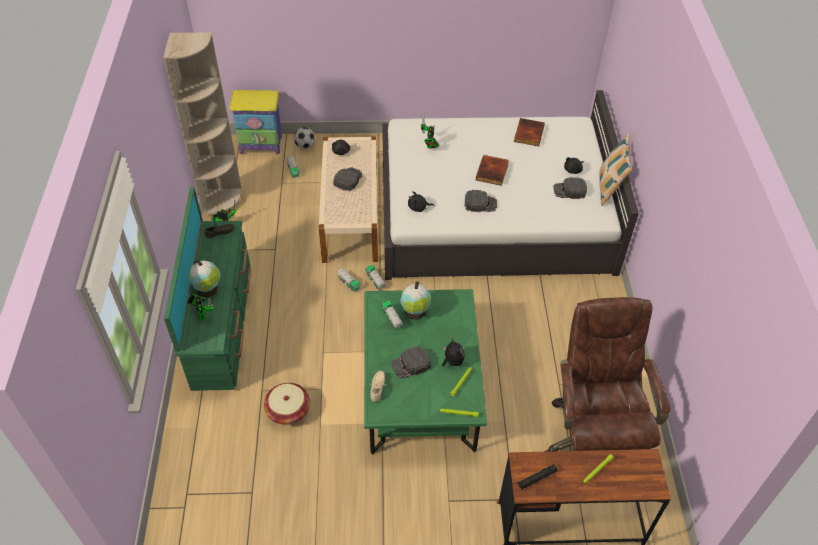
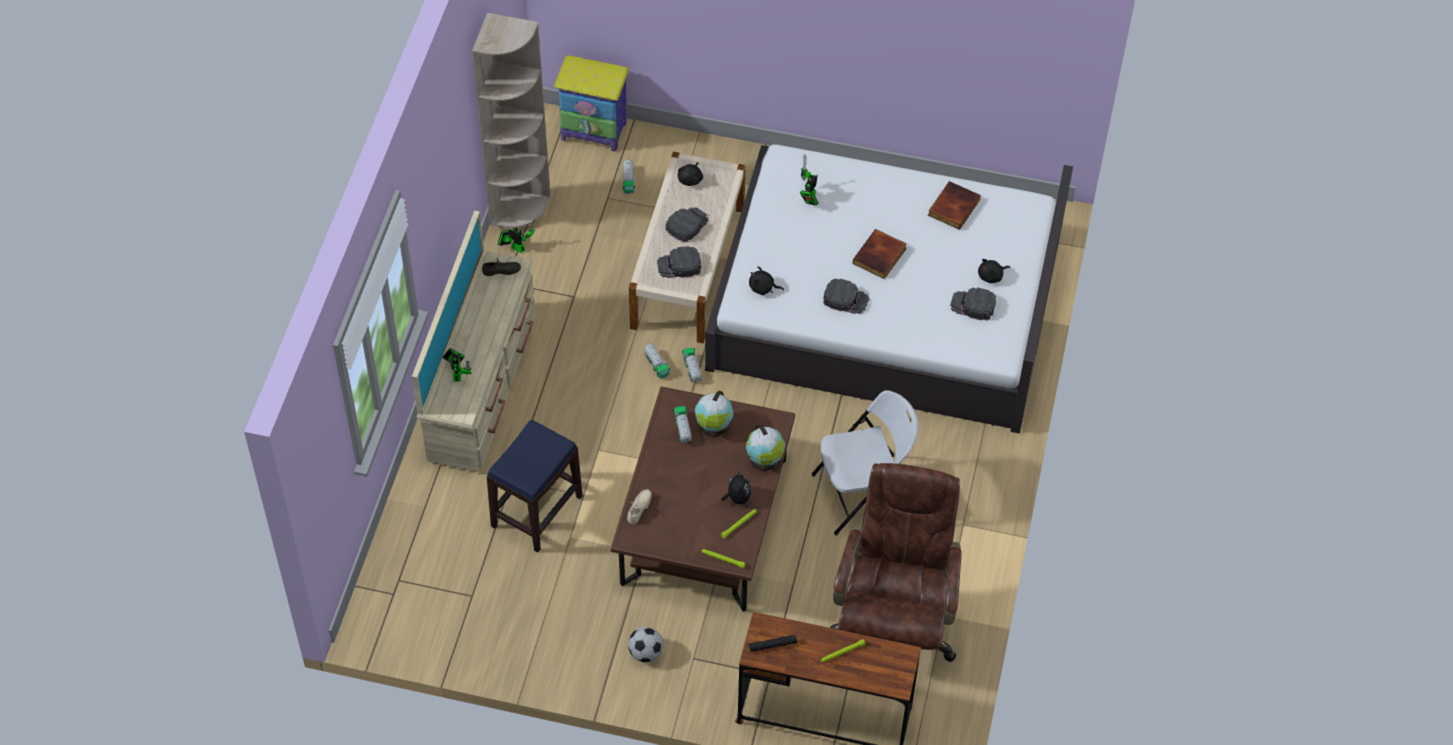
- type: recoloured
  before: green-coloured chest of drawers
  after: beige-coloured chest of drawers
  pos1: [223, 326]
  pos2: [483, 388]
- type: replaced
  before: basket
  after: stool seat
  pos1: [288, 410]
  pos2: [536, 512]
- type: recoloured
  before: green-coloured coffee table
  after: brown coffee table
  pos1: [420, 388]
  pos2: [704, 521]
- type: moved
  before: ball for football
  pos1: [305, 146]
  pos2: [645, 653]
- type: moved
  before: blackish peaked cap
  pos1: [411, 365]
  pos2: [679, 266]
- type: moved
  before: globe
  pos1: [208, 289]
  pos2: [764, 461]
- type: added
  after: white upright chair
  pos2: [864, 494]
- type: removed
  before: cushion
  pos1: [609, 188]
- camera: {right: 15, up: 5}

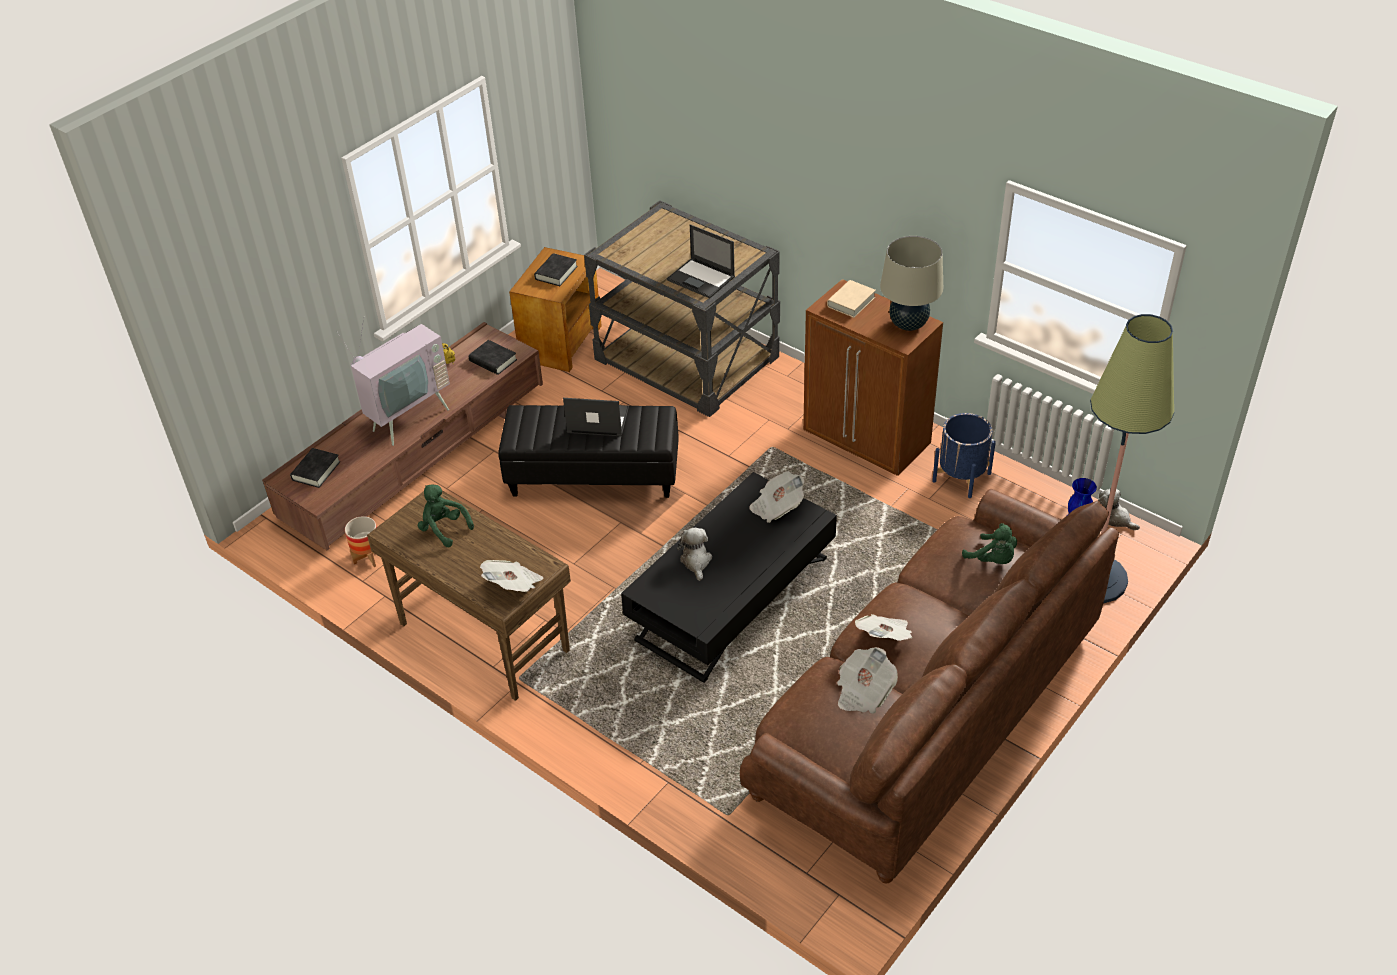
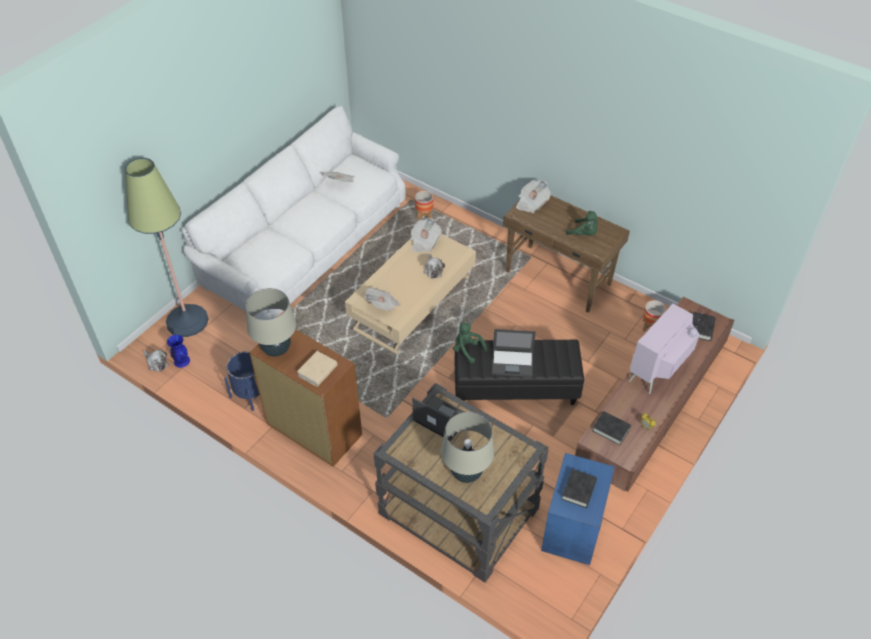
- type: recoloured
  before: brown settee
  after: white settee
  pos1: [927, 710]
  pos2: [305, 246]
- type: recoloured
  before: blackish coffee table
  after: beige-coloured coffee table
  pos1: [731, 599]
  pos2: [413, 303]
- type: moved
  before: daily paper
  pos1: [885, 637]
  pos2: [424, 242]
- type: added
  after: flower pot
  pos2: [424, 215]
- type: added
  after: beige-coloured table lamp
  pos2: [466, 473]
- type: moved
  before: green-coloured cuddly toy
  pos1: [992, 559]
  pos2: [467, 350]
- type: recoloured
  before: brown accent table
  after: blue accent table
  pos1: [560, 343]
  pos2: [573, 527]
- camera: {right: 175, up: 5}

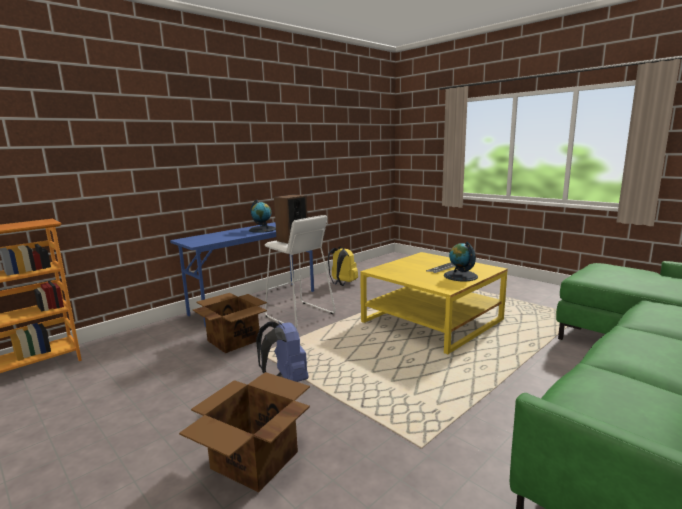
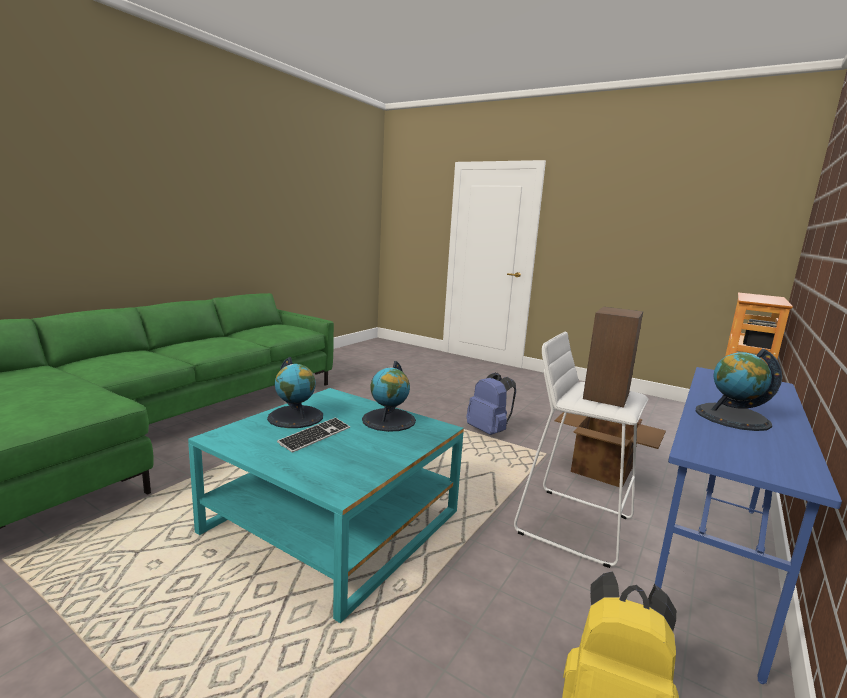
- type: recoloured
  before: yellowish coffee table
  after: turquoise-coloured coffee table
  pos1: [432, 321]
  pos2: [333, 522]
- type: added
  after: globe
  pos2: [389, 420]
- type: removed
  before: packing box
  pos1: [253, 460]
- camera: {right: 165, up: 0}

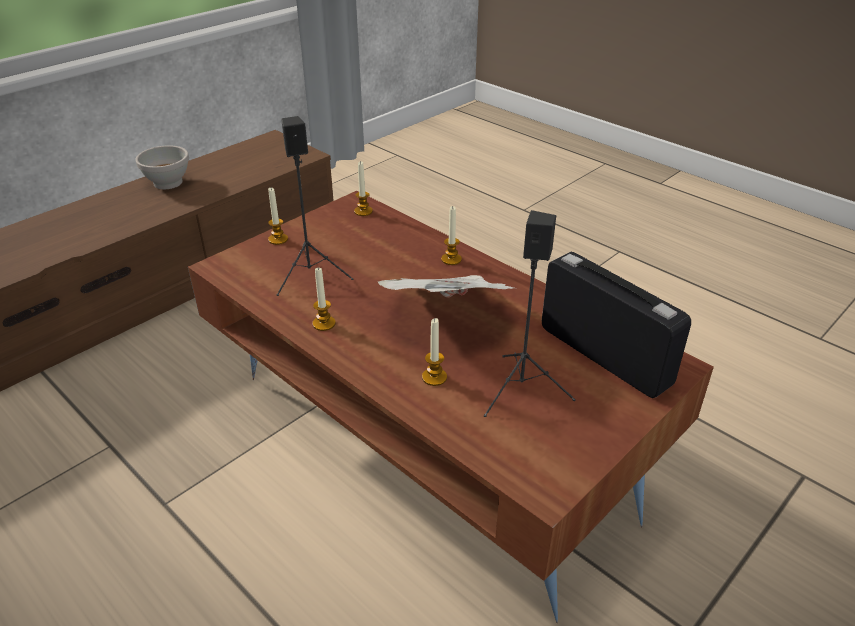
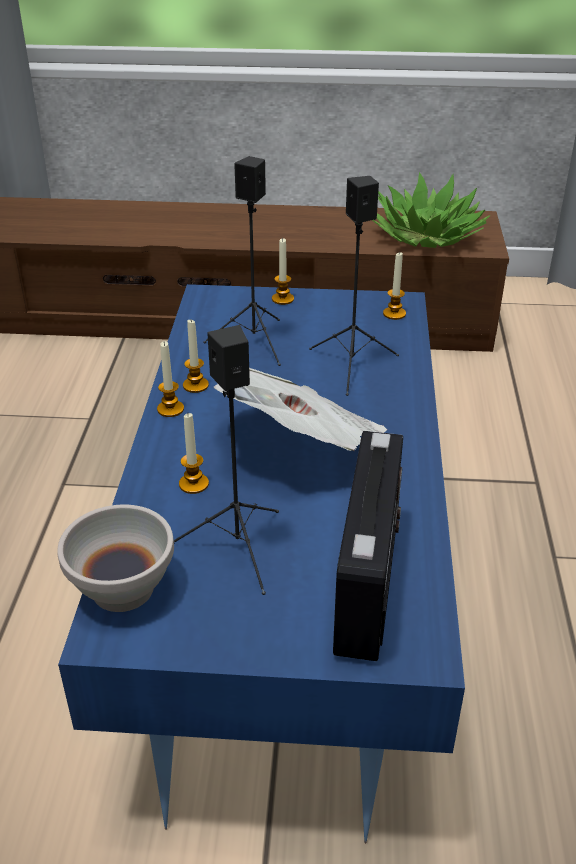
- type: moved
  before: white deep dish
  pos1: [168, 182]
  pos2: [125, 588]
- type: recoloured
  before: brown coffee table
  after: blue coffee table
  pos1: [425, 446]
  pos2: [285, 593]
- type: moved
  before: wax light
  pos1: [451, 259]
  pos2: [170, 409]
- type: added
  after: blackish loudspeaker
  pos2: [352, 366]
- type: added
  after: houseplant
  pos2: [426, 235]
- camera: {right: 50, up: 0}

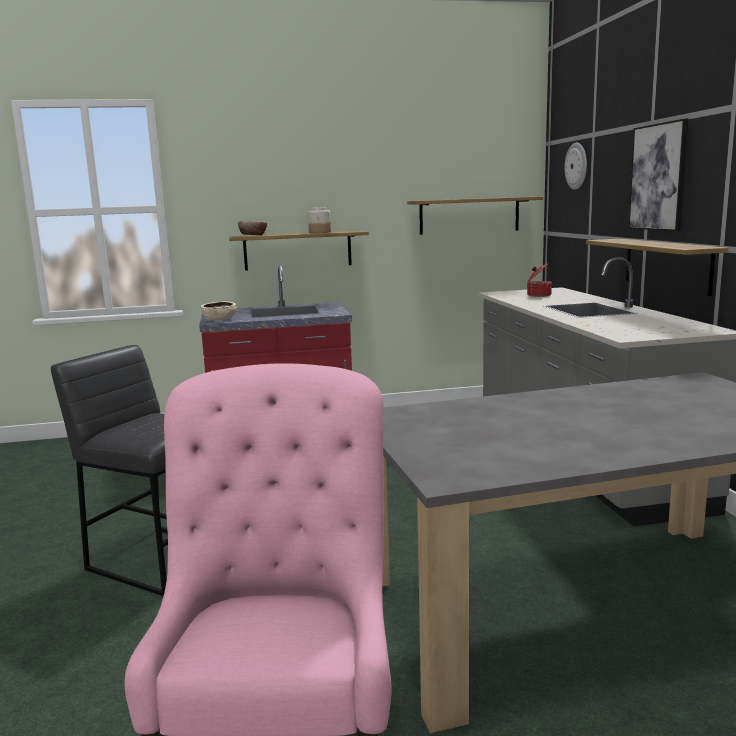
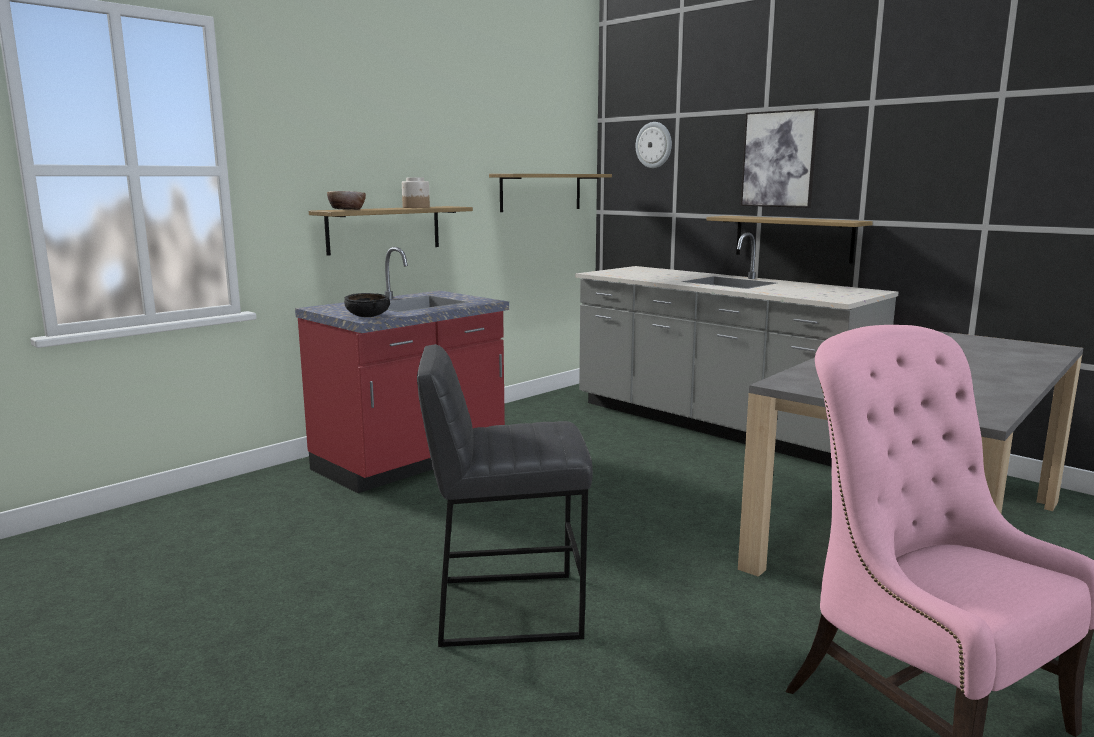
- type: recoloured
  before: beige-coloured deep dish
  after: blackish deep dish
  pos1: [219, 319]
  pos2: [367, 316]
- type: removed
  before: cooking pot
  pos1: [538, 295]
- camera: {right: -35, up: 0}

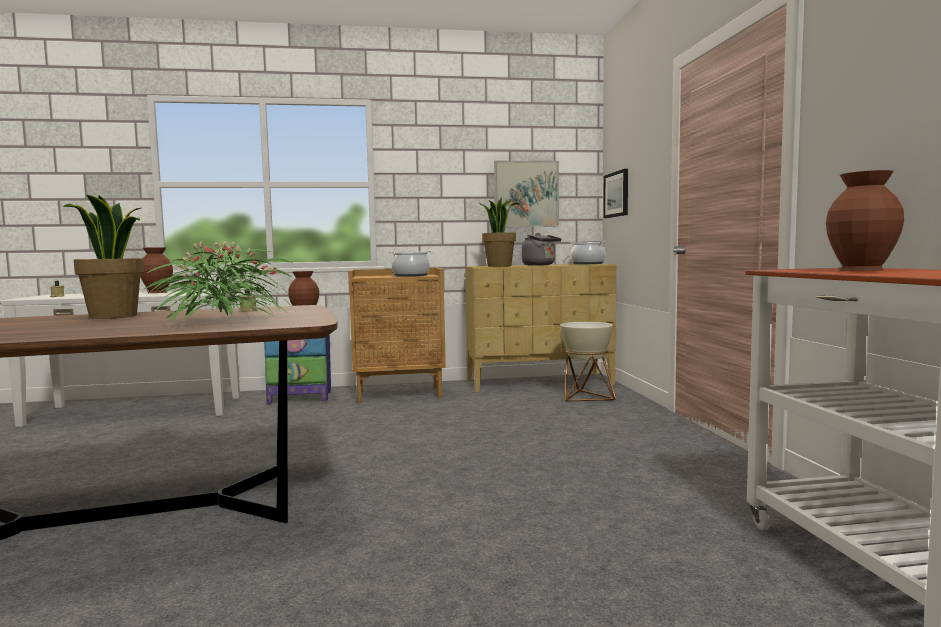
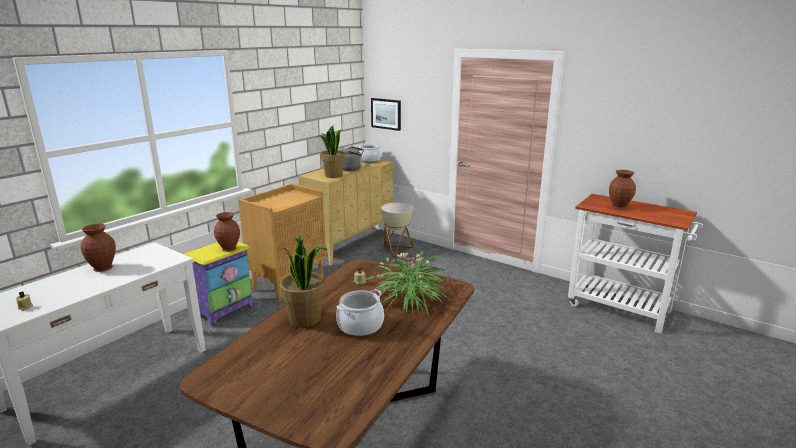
- type: moved
  before: cooking pot
  pos1: [411, 275]
  pos2: [360, 326]
- type: removed
  before: picture
  pos1: [526, 194]
- camera: {right: -45, up: 15}

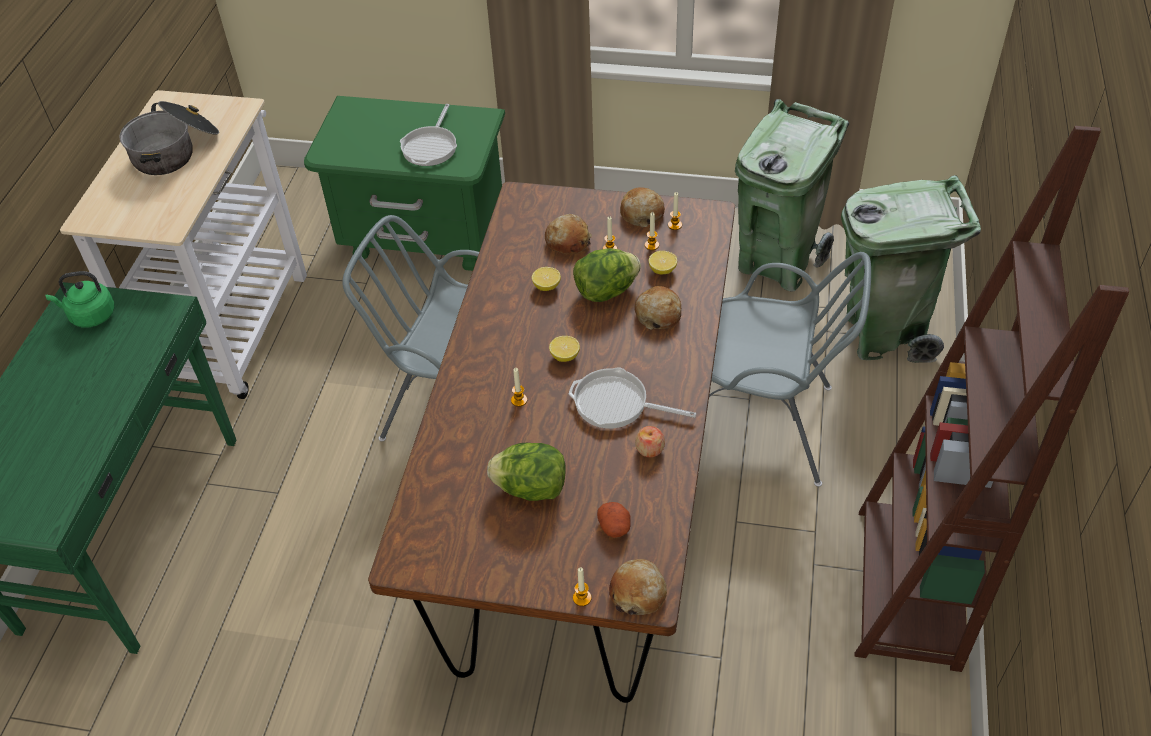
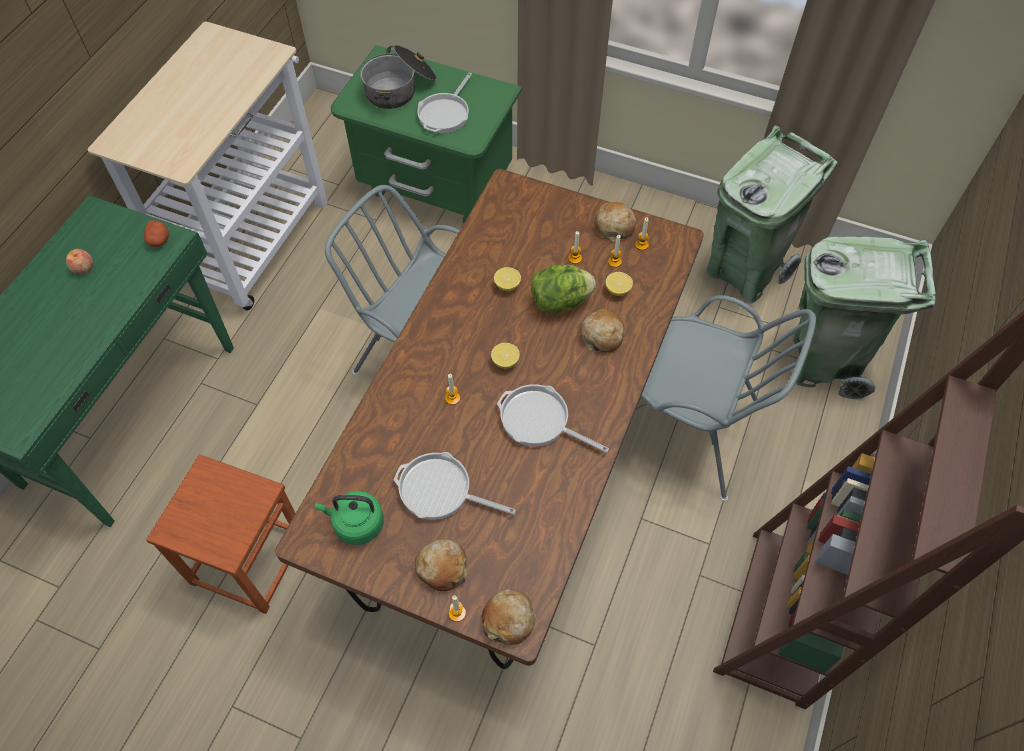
- type: moved
  before: whole apple
  pos1: [649, 449]
  pos2: [83, 268]
- type: moved
  before: whole potato
  pos1: [615, 527]
  pos2: [159, 240]
- type: added
  after: brown stool seat
  pos2: [248, 558]
- type: moved
  before: green-coloured water kettle
  pos1: [90, 316]
  pos2: [356, 524]
- type: moved
  before: cooking pot
  pos1: [175, 151]
  pos2: [400, 88]
- type: replaced
  before: lettuce
  after: pan
  pos1: [531, 488]
  pos2: [440, 491]
- type: moved
  before: bread
  pos1: [568, 241]
  pos2: [442, 567]
- camera: {right: 10, up: 10}

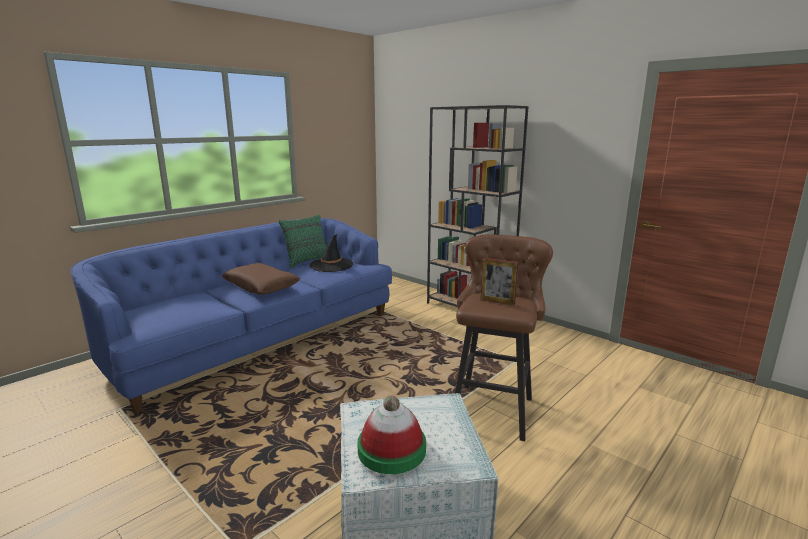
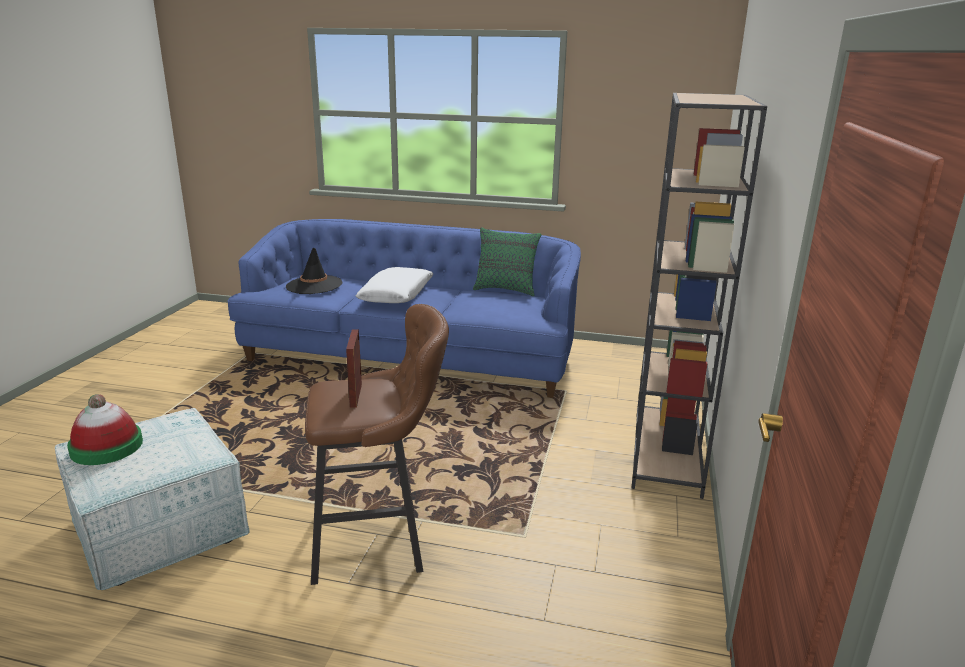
- type: moved
  before: blackish clothing hat
  pos1: [331, 265]
  pos2: [314, 285]
- type: recoloured
  before: brown cushion
  after: white cushion
  pos1: [261, 286]
  pos2: [397, 294]
- camera: {right: 60, up: 5}

